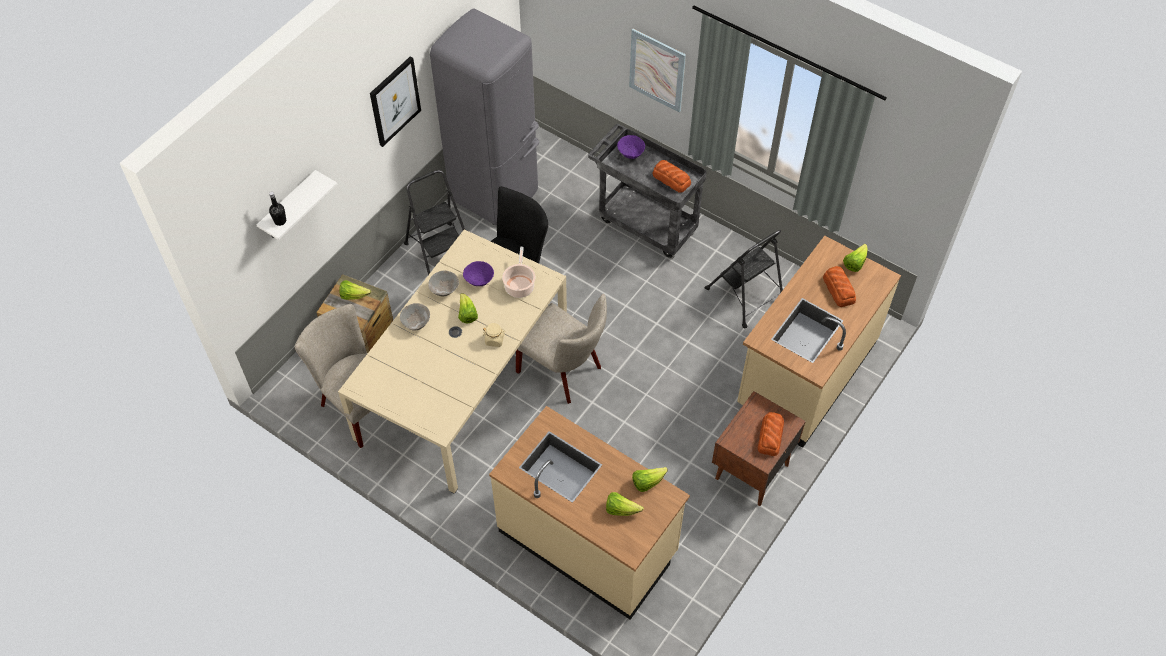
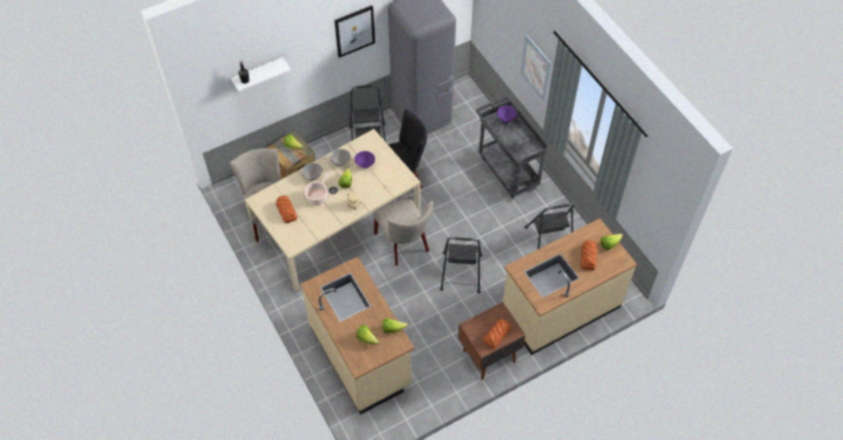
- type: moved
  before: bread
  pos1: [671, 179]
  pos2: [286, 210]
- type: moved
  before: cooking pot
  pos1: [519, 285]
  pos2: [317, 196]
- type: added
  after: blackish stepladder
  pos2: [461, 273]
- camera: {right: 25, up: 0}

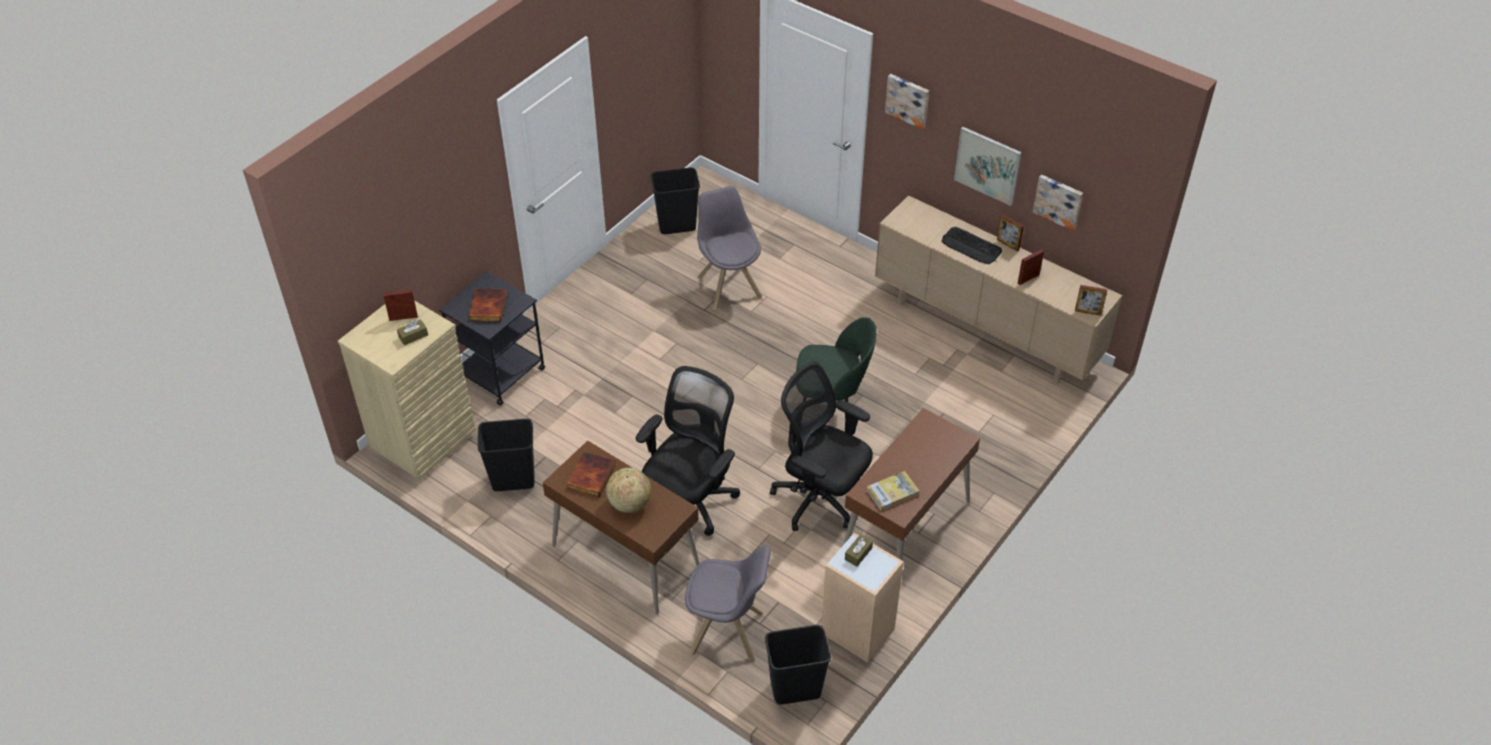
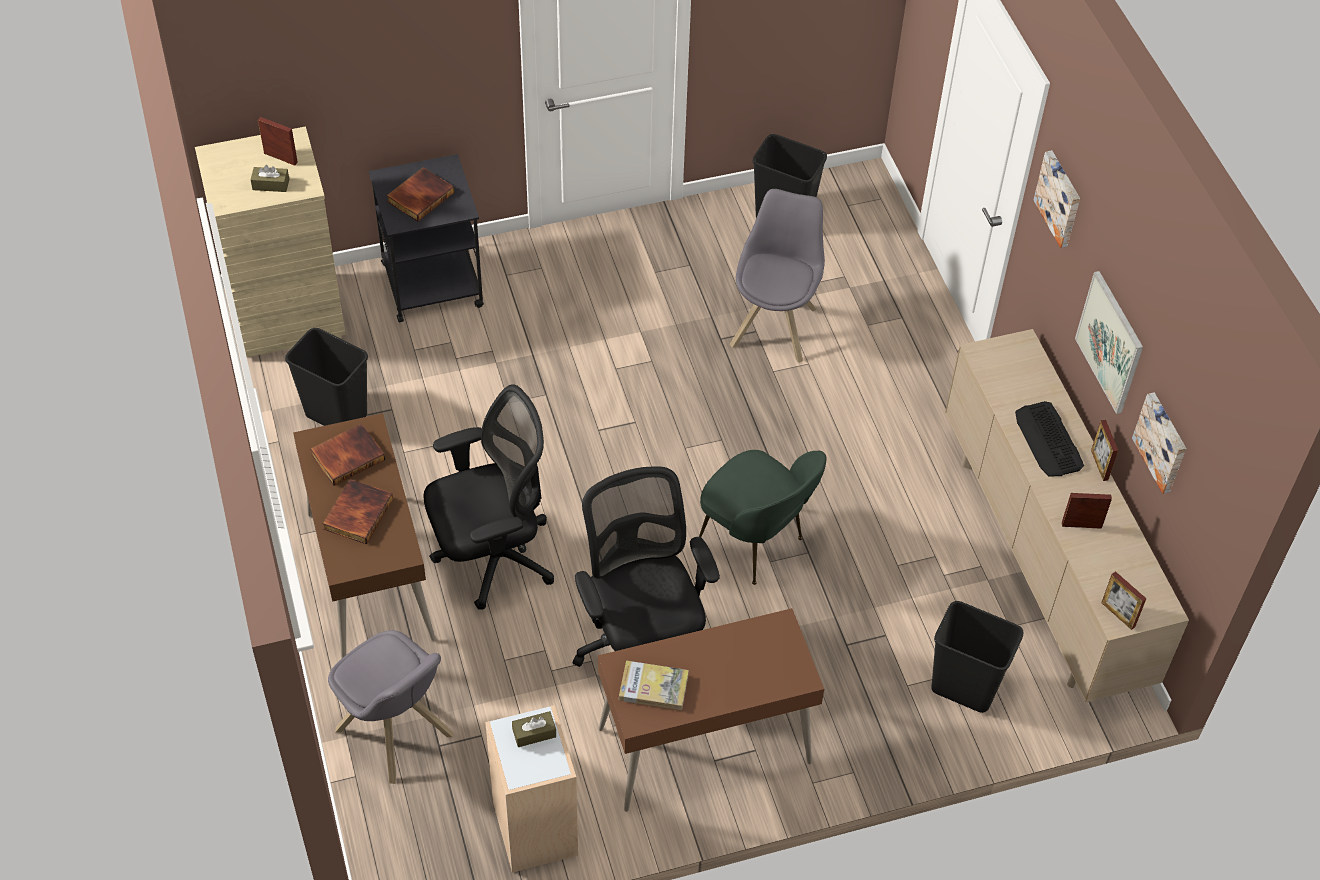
- type: replaced
  before: globe
  after: volume
  pos1: [629, 503]
  pos2: [357, 513]
- type: moved
  before: blackish trash can
  pos1: [795, 690]
  pos2: [963, 689]
- camera: {right: 35, up: 5}

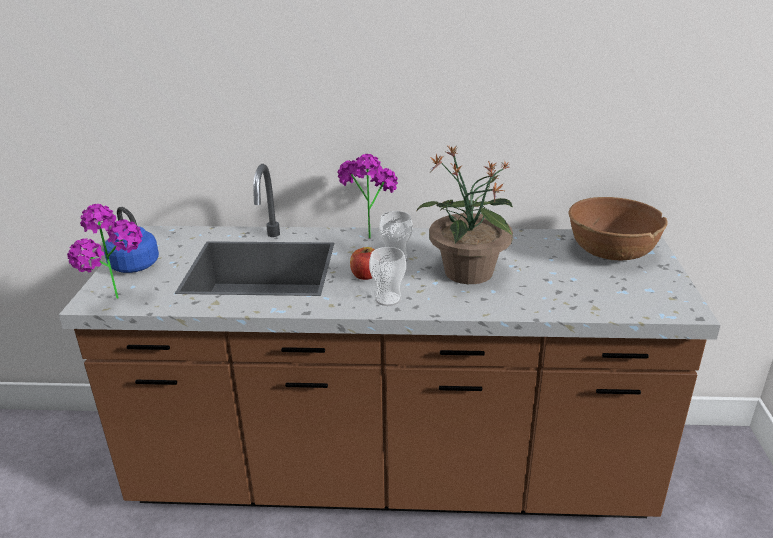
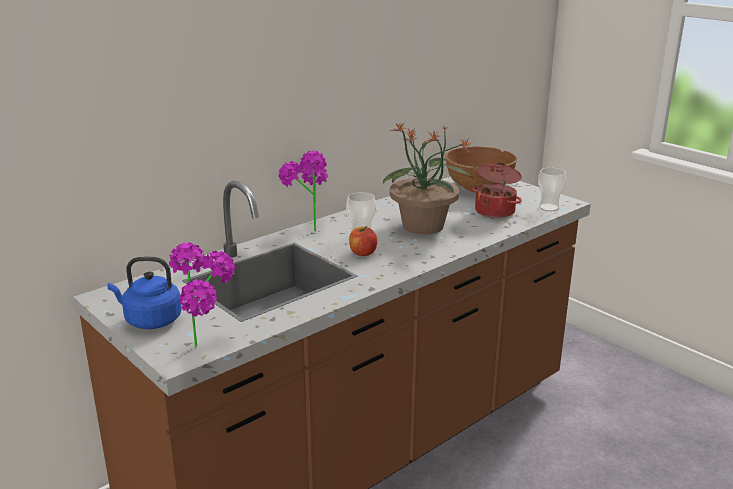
- type: added
  after: cooking pot
  pos2: [495, 211]
- type: moved
  before: cup
  pos1: [388, 299]
  pos2: [549, 207]
- camera: {right: -45, up: -5}

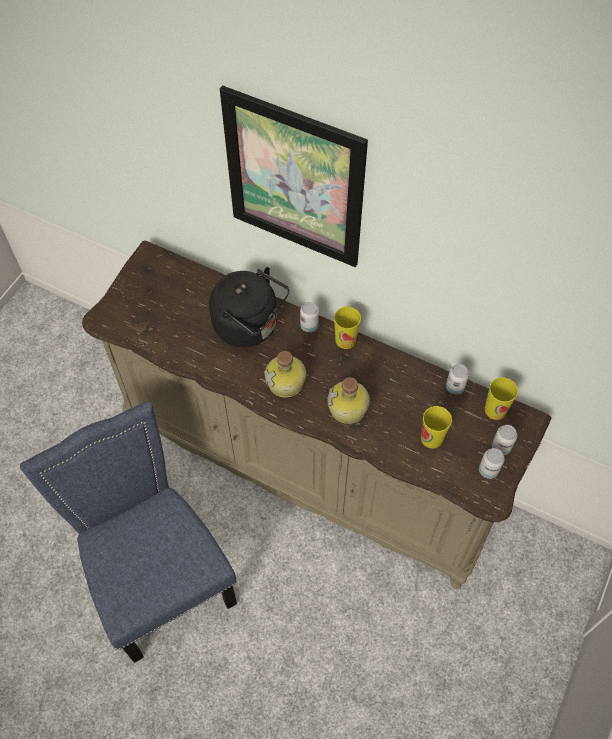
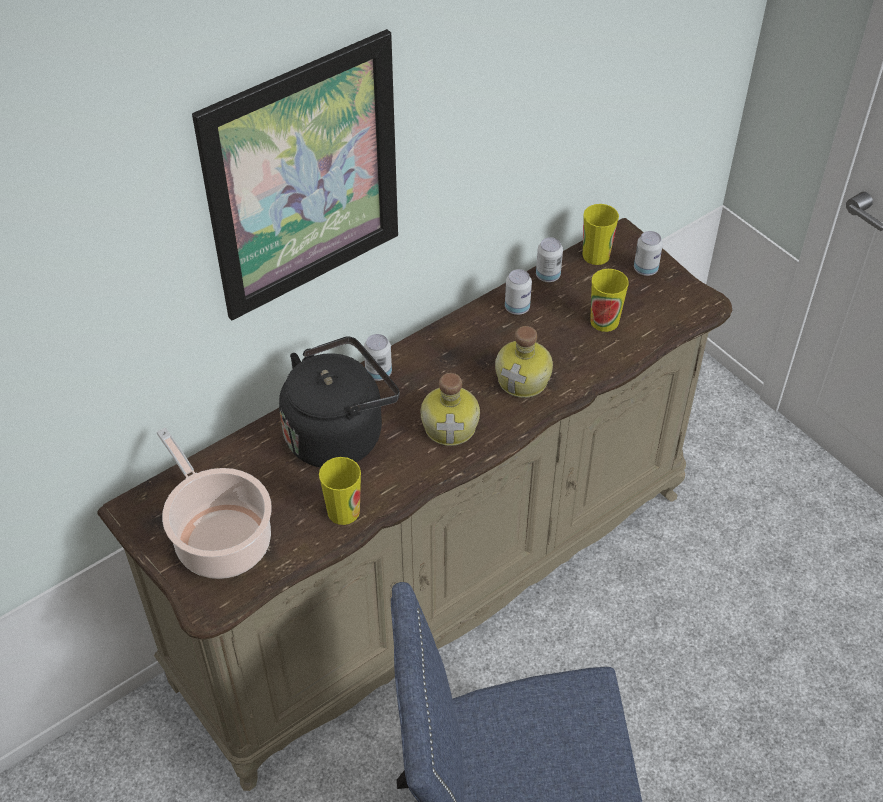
- type: added
  after: cooking pot
  pos2: [220, 538]
- type: moved
  before: cup
  pos1: [345, 340]
  pos2: [343, 511]
- type: moved
  before: sealed can
  pos1: [488, 470]
  pos2: [517, 308]
- camera: {right: -65, up: -10}

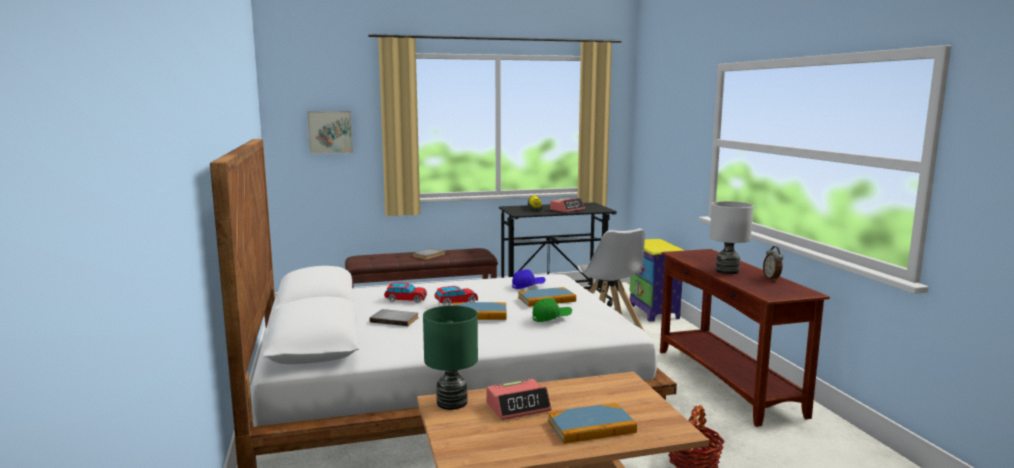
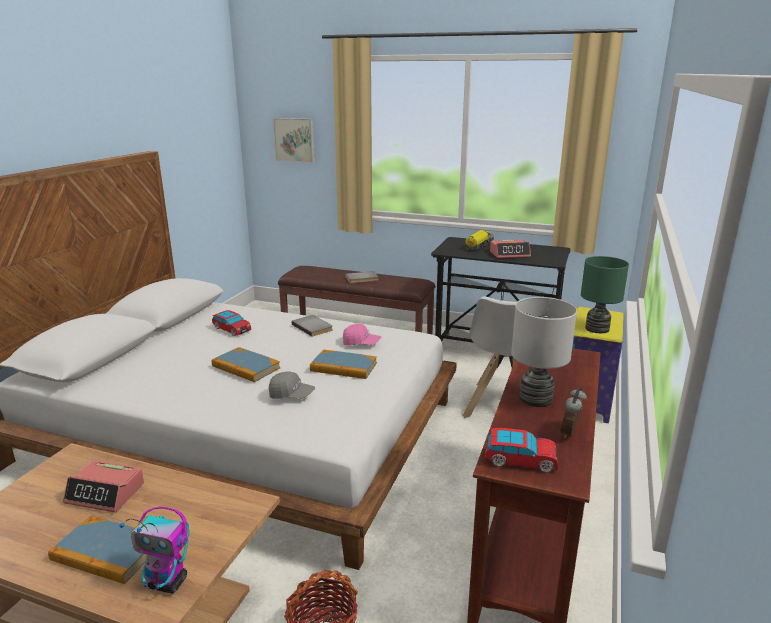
- type: added
  after: robot figure
  pos2: [167, 582]
- type: recoloured
  before: green-coloured peaked cap
  after: gray peaked cap
  pos1: [551, 318]
  pos2: [291, 395]
- type: moved
  before: gray volume
  pos1: [395, 319]
  pos2: [313, 327]
- type: recoloured
  before: blue peaked cap
  after: pink peaked cap
  pos1: [528, 286]
  pos2: [361, 343]
- type: moved
  before: miniature car
  pos1: [456, 302]
  pos2: [520, 460]
- type: moved
  before: green-coloured table lamp
  pos1: [451, 403]
  pos2: [597, 329]
- camera: {right: 35, up: 10}

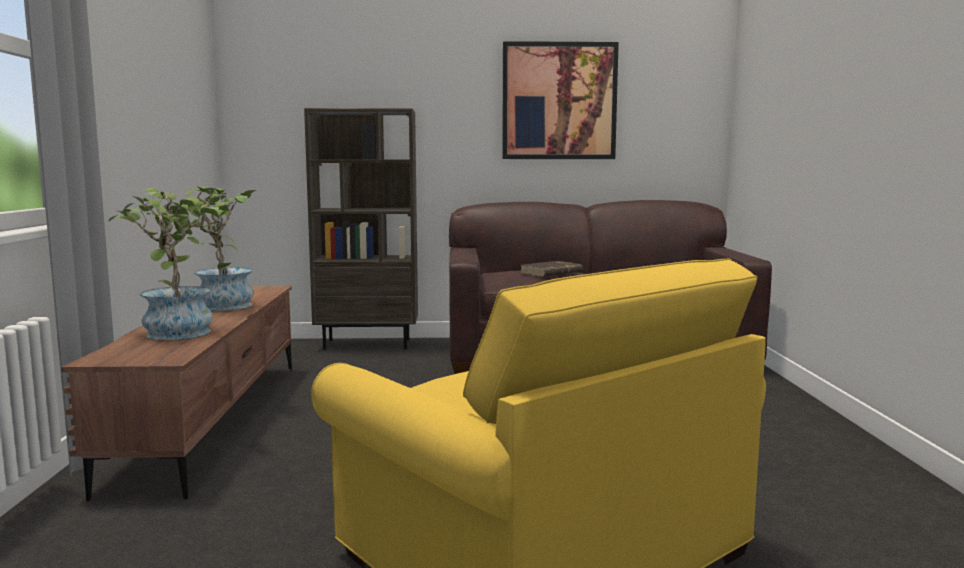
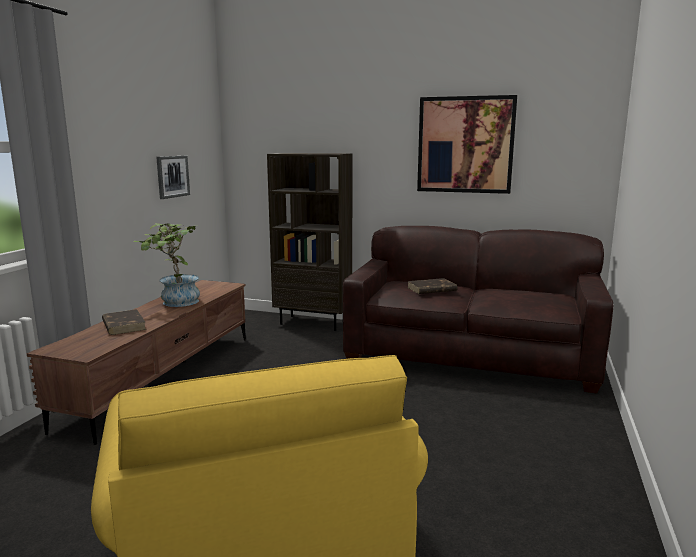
- type: replaced
  before: houseplant
  after: brown volume
  pos1: [175, 330]
  pos2: [123, 325]
- type: added
  after: picture
  pos2: [172, 176]
- camera: {right: 20, up: 5}

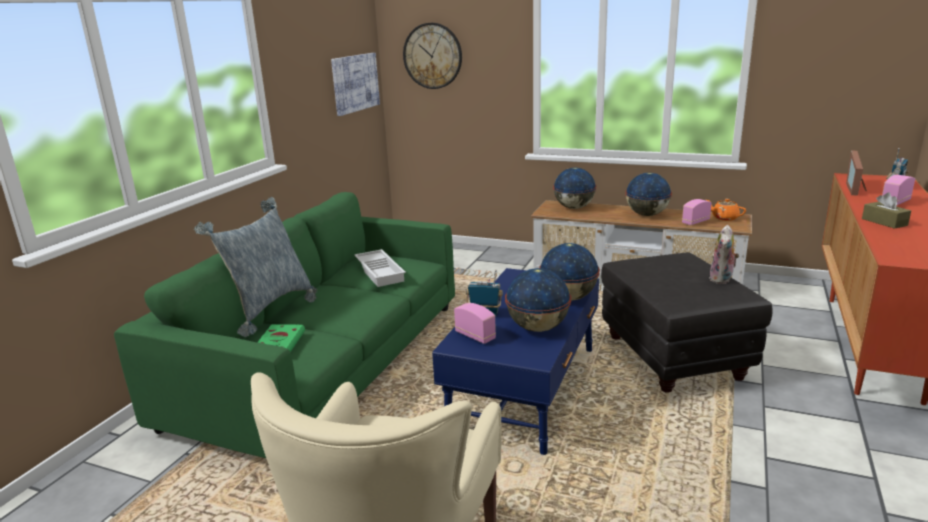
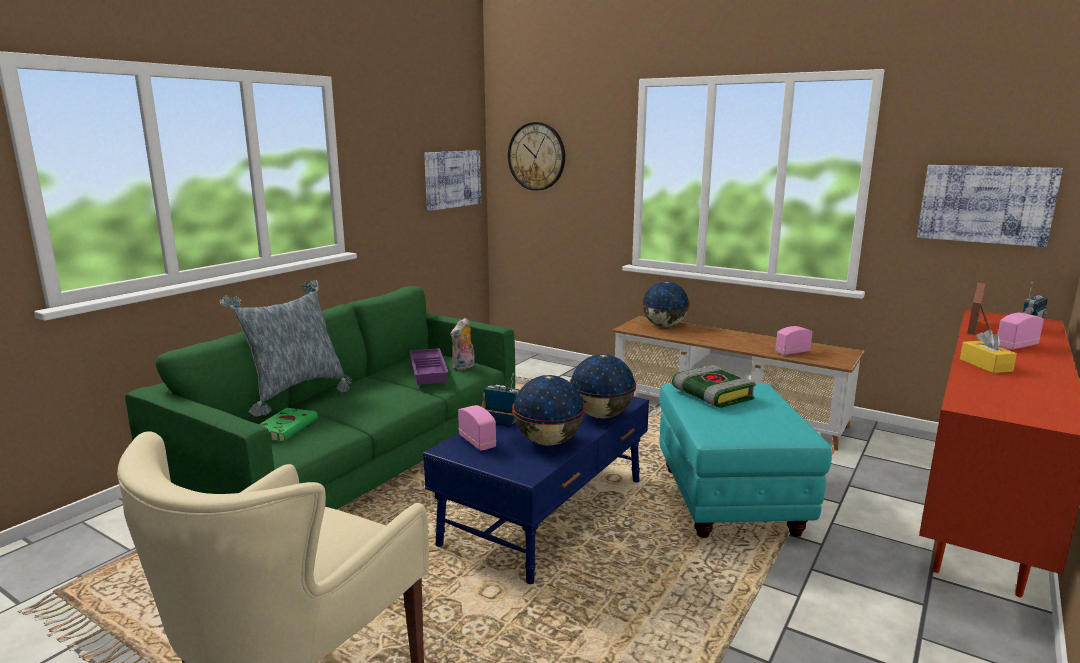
- type: recoloured
  before: white serving tray
  after: purplish serving tray
  pos1: [381, 272]
  pos2: [429, 371]
- type: moved
  before: cuddly toy
  pos1: [722, 279]
  pos2: [464, 367]
- type: recoloured
  before: blackish ottoman
  after: turquoise-coloured ottoman
  pos1: [672, 357]
  pos2: [728, 500]
- type: added
  after: volume
  pos2: [711, 395]
- type: added
  after: picture
  pos2: [985, 204]
- type: recoloured
  before: brown tissue holder
  after: yellowish tissue holder
  pos1: [884, 222]
  pos2: [985, 365]
- type: removed
  before: globe
  pos1: [646, 215]
- type: removed
  before: orangey pot for tea
  pos1: [724, 218]
- camera: {right: 10, up: -5}

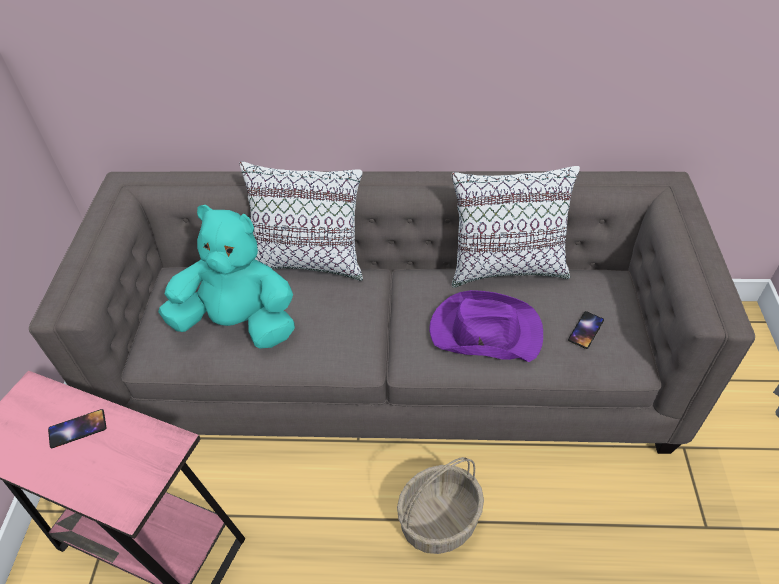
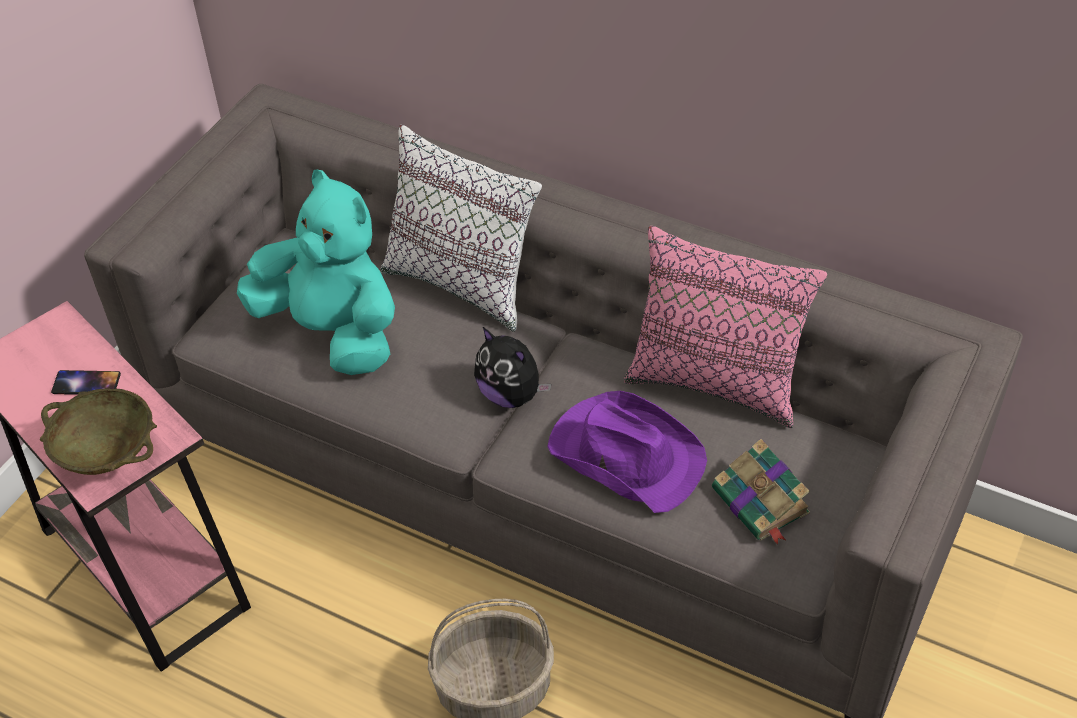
- type: added
  after: beige-coloured deep dish
  pos2: [108, 455]
- type: added
  after: cuddly toy
  pos2: [511, 394]
- type: recoloured
  before: white cushion
  after: pink cushion
  pos1: [507, 270]
  pos2: [714, 386]
- type: replaced
  before: handset
  after: volume
  pos1: [586, 330]
  pos2: [761, 503]
- camera: {right: 25, up: 0}

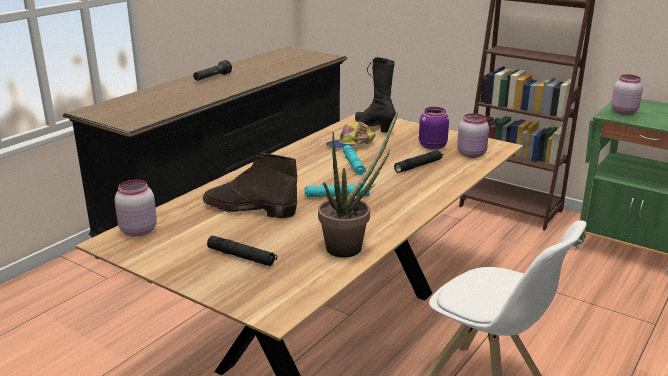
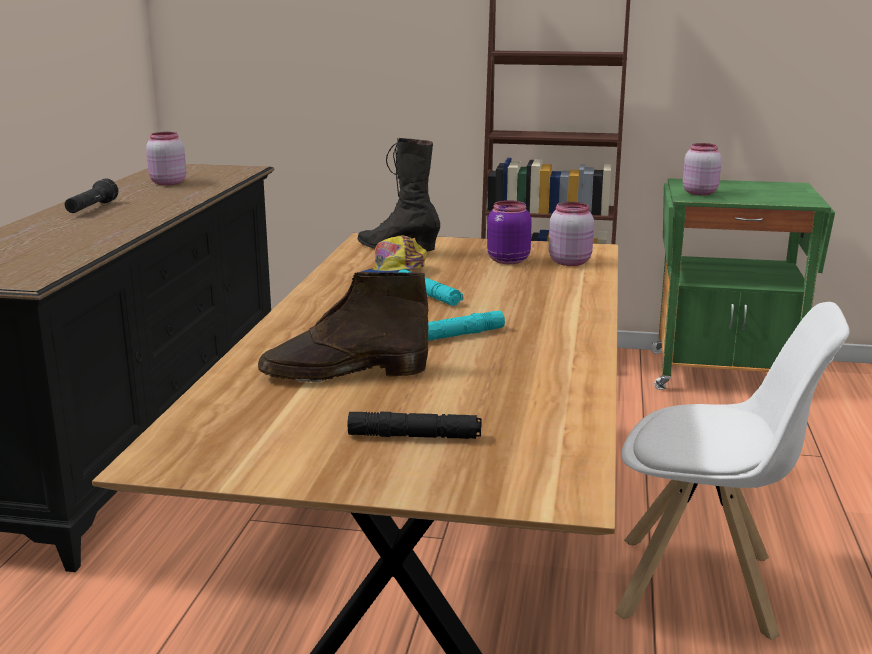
- type: moved
  before: pink storage jar
  pos1: [137, 230]
  pos2: [167, 183]
- type: removed
  before: houseplant
  pos1: [350, 246]
- type: removed
  before: blackish flashlight
  pos1: [418, 166]
- camera: {right: -25, up: -5}

